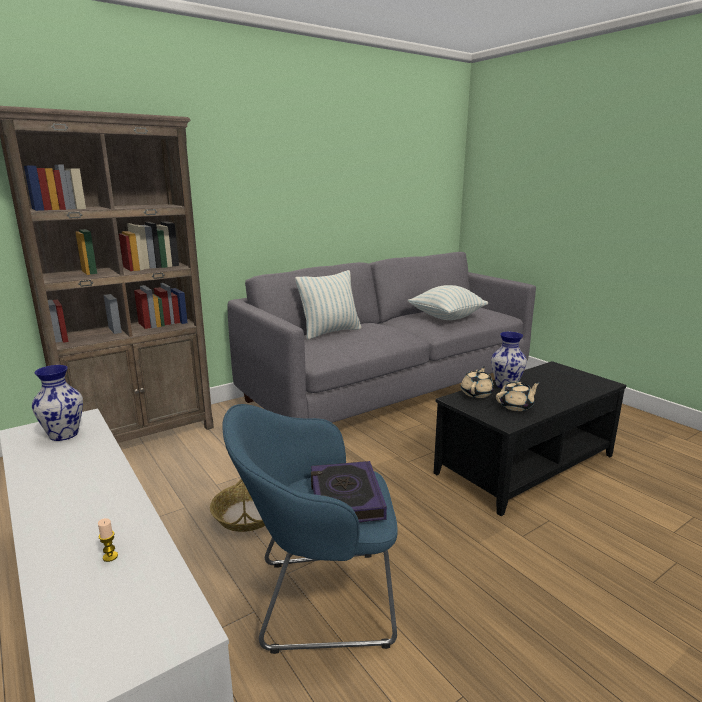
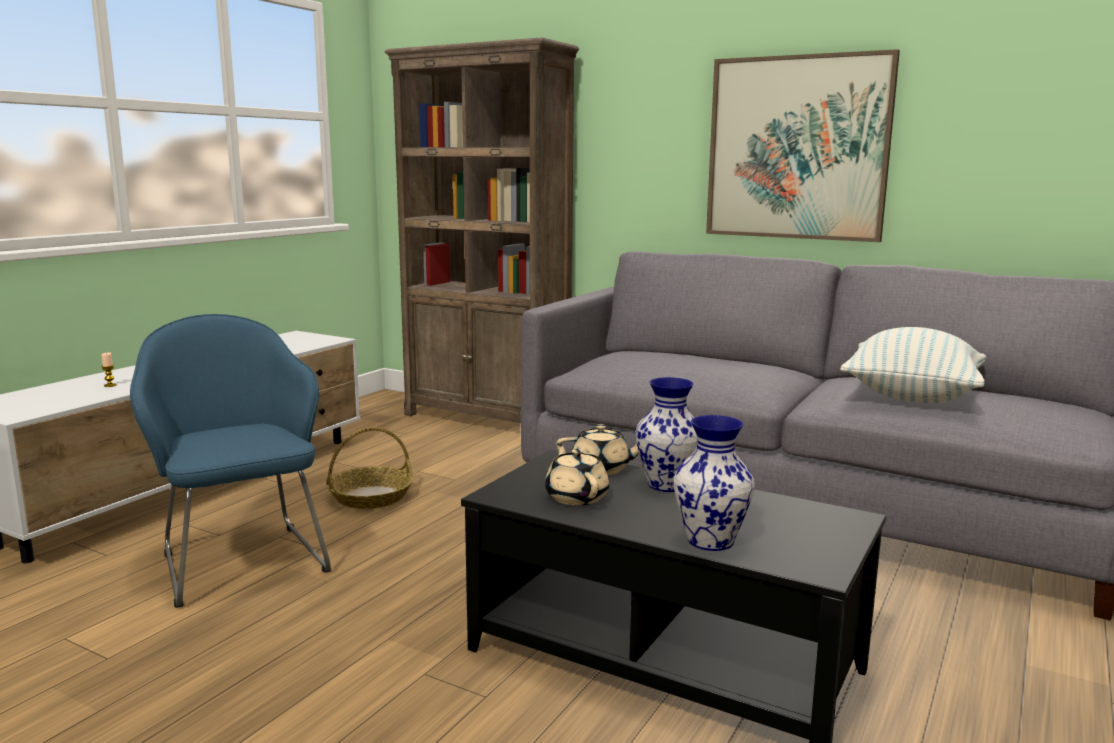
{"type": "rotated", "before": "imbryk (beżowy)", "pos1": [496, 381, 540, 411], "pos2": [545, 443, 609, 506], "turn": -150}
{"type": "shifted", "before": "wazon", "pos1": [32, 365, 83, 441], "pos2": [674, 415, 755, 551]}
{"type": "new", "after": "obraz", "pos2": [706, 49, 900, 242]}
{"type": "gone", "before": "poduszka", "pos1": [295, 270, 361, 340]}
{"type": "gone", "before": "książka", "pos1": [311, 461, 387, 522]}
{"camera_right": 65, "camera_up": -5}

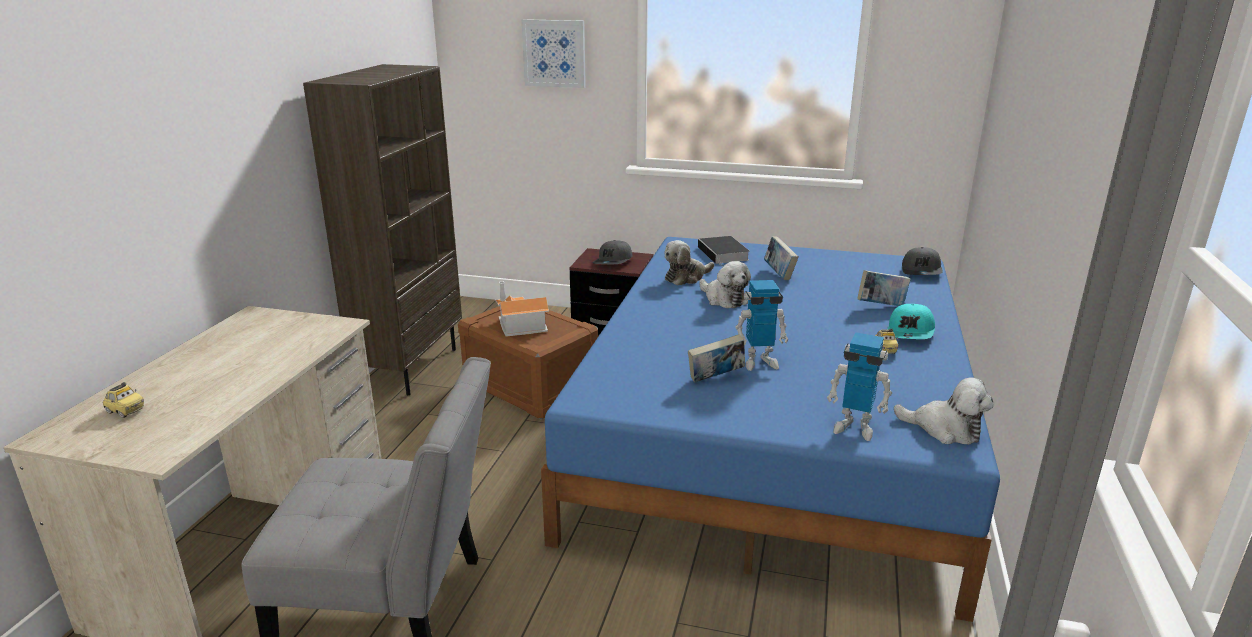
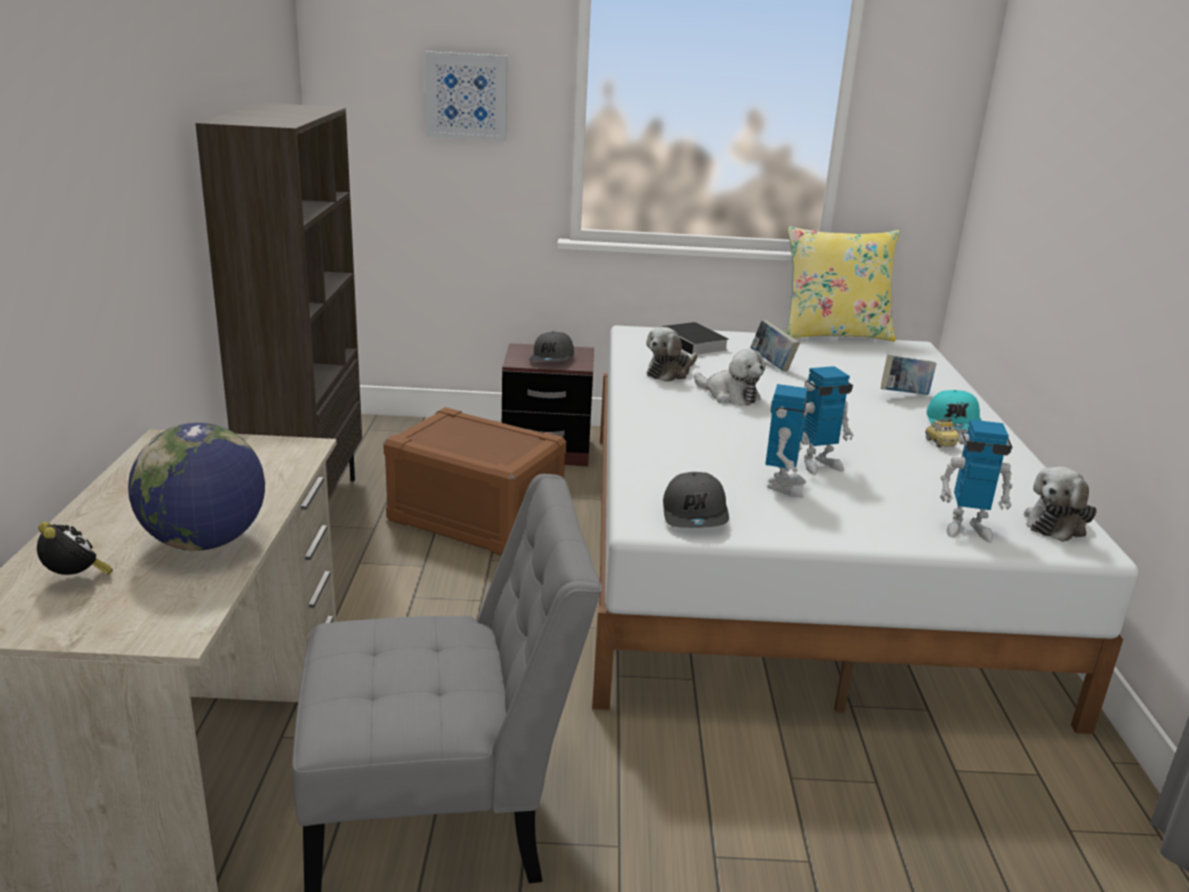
{"type": "swapped", "before": "samochodzik", "after": "budzik", "pos1": [103, 382, 144, 418], "pos2": [37, 522, 113, 575]}
{"type": "new", "after": "globus", "pos2": [128, 423, 265, 551]}
{"type": "repainted", "before": "łóżko (niebieski)", "after": "łóżko (biały)", "pos1": [541, 237, 1000, 622], "pos2": [592, 325, 1139, 734]}
{"type": "shifted", "before": "czapka z daszkiem (szary)", "pos1": [902, 247, 943, 275], "pos2": [663, 472, 729, 528]}
{"type": "swapped", "before": "książka", "after": "robot zabawkowy", "pos1": [688, 334, 745, 383], "pos2": [766, 384, 807, 498]}
{"type": "new", "after": "poduszka (żółty)", "pos2": [785, 226, 900, 341]}
{"type": "rotated", "before": "pluszak", "pos1": [894, 378, 994, 445], "pos2": [1024, 467, 1097, 542], "turn": 120}
{"type": "gone", "before": "domek", "pos1": [496, 281, 549, 337]}
{"camera_right": -15, "camera_up": 0}

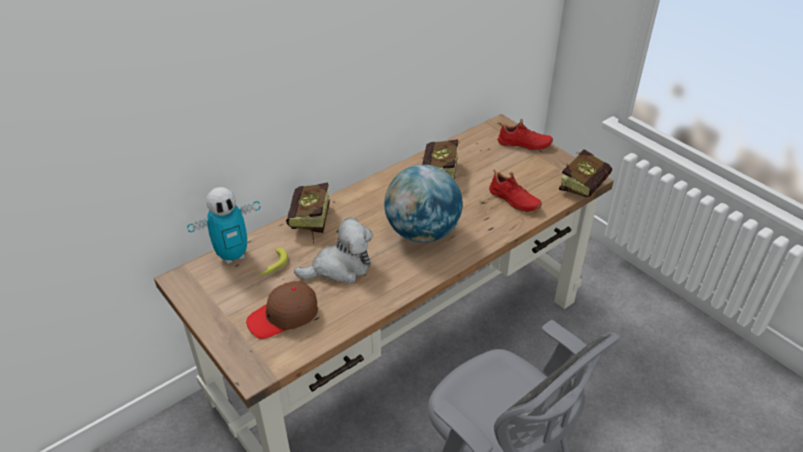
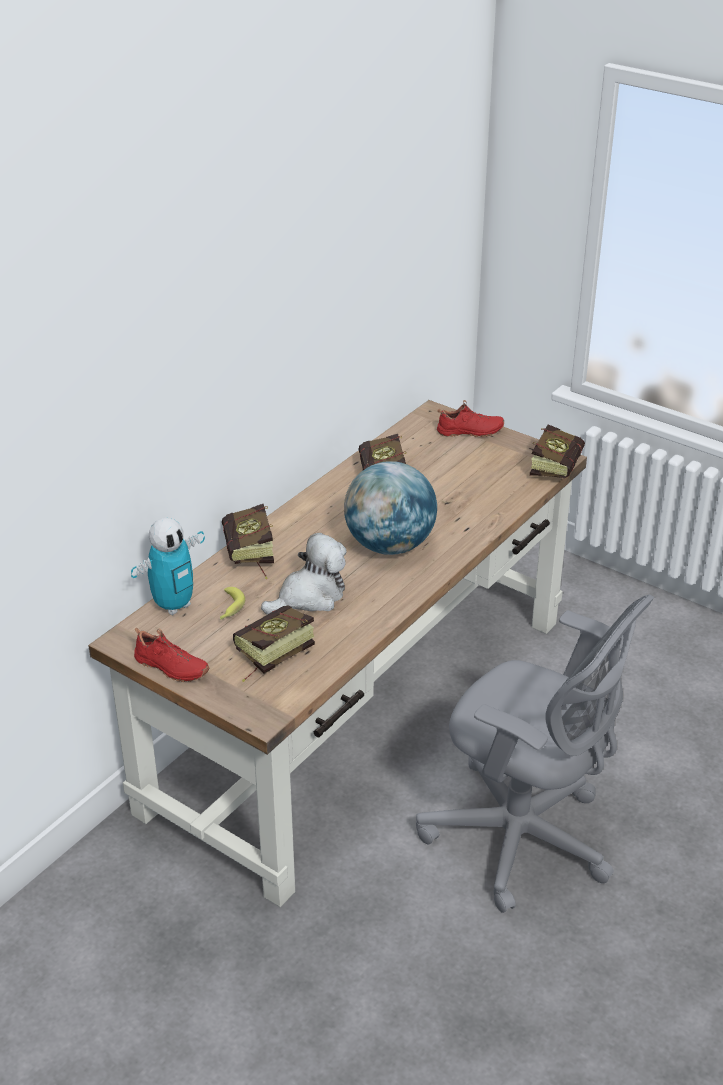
{"type": "shifted", "before": "but (czerwony)", "pos1": [489, 169, 542, 212], "pos2": [134, 627, 210, 682]}
{"type": "swapped", "before": "czapka z daszkiem (brązowy)", "after": "książka", "pos1": [246, 281, 318, 339], "pos2": [233, 605, 315, 682]}
{"camera_right": -15, "camera_up": -5}

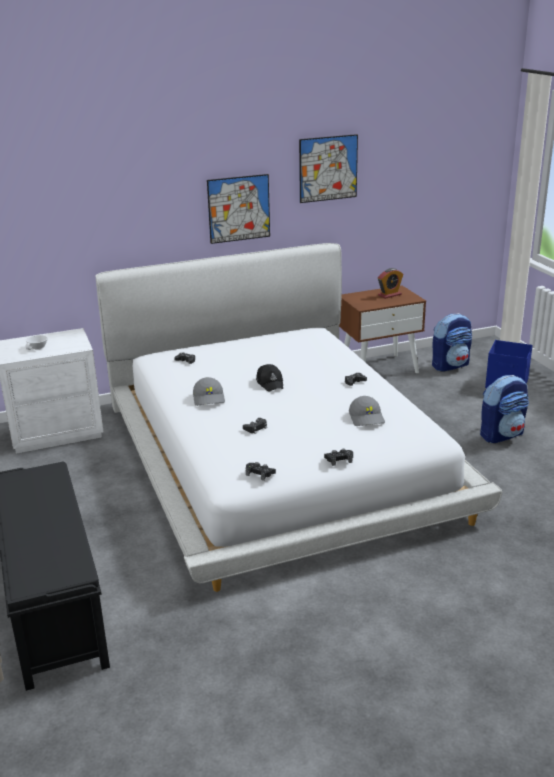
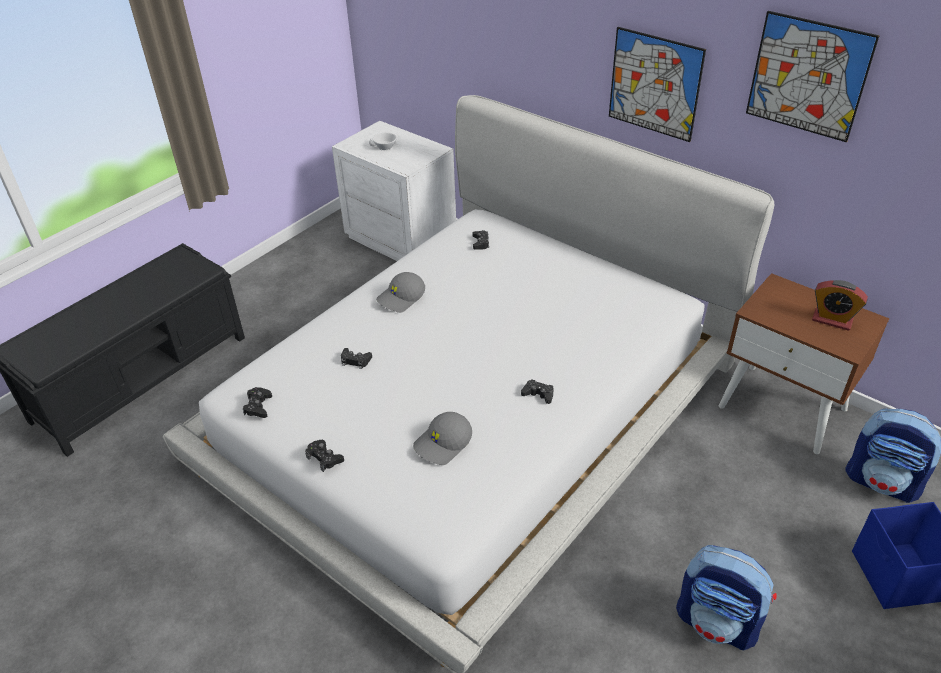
{"type": "gone", "before": "czapka z daszkiem (czarny)", "pos1": [256, 364, 283, 392]}
{"camera_right": 60, "camera_up": 15}

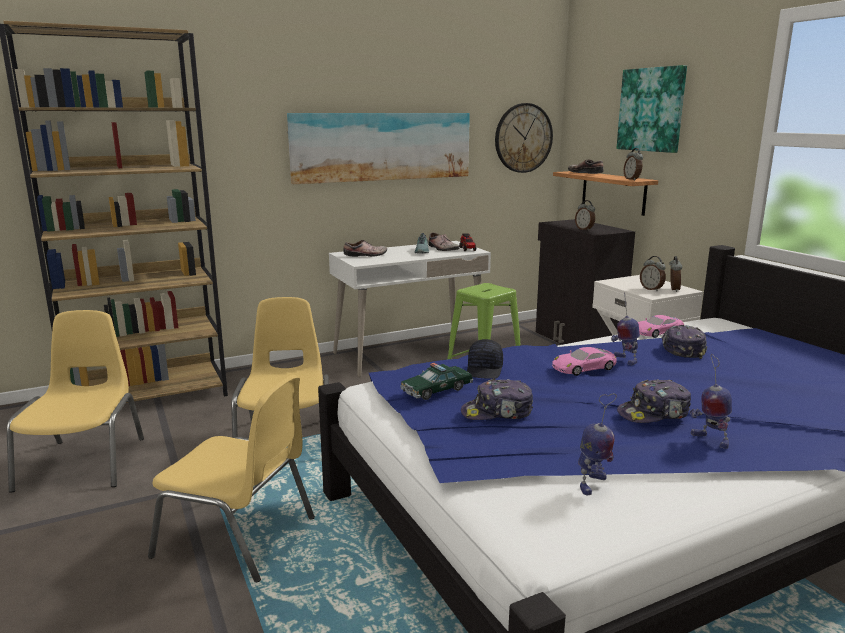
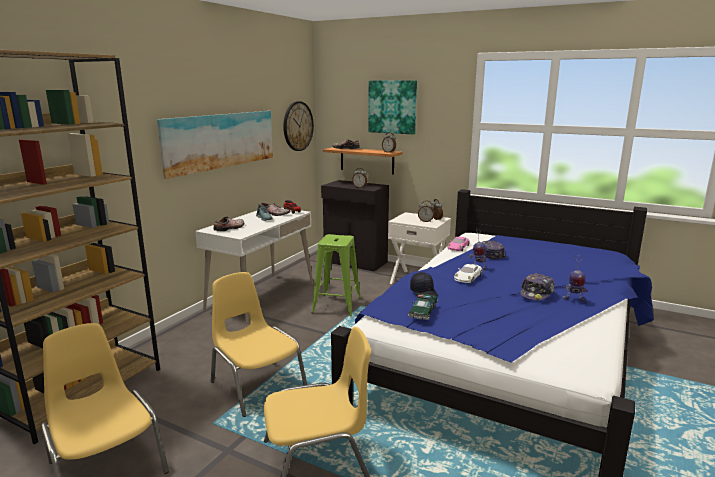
{"type": "repainted", "before": "samochodzik (różowy)", "after": "samochodzik (biały)", "pos1": [552, 347, 617, 376], "pos2": [454, 264, 482, 283]}
{"type": "gone", "before": "czapka z daszkiem", "pos1": [461, 379, 533, 420]}
{"type": "gone", "before": "robot zabawkowy", "pos1": [578, 393, 617, 495]}
{"camera_right": -35, "camera_up": 0}

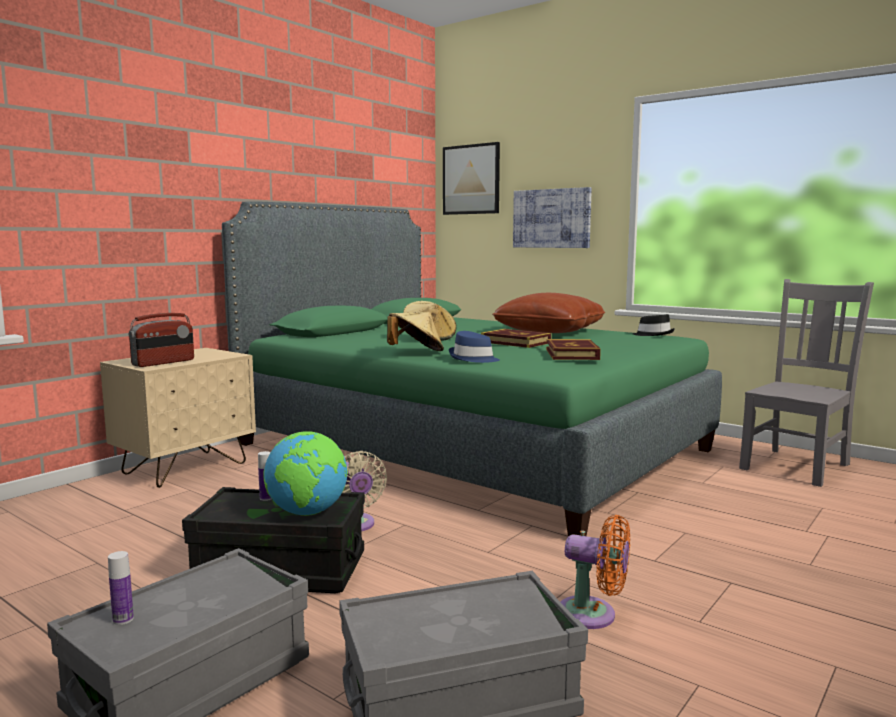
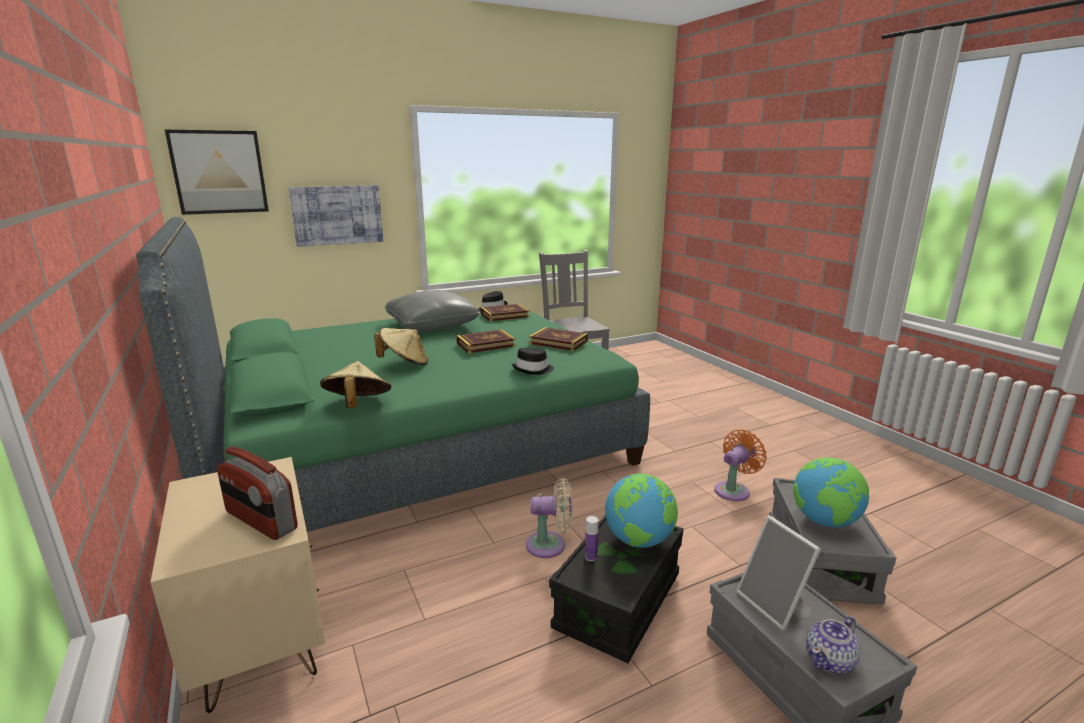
{"type": "rotated", "before": "radio", "pos1": [128, 313, 194, 367], "pos2": [217, 446, 298, 540], "turn": 150}
{"type": "shifted", "before": "kapelusz (beżowy)", "pos1": [387, 312, 444, 351], "pos2": [320, 361, 391, 408]}
{"type": "repainted", "before": "poduszka (brązowy)", "after": "poduszka (szary)", "pos1": [492, 293, 605, 333], "pos2": [385, 290, 481, 331]}
{"type": "new", "after": "książka", "pos2": [481, 304, 529, 322]}
{"type": "repainted", "before": "kapelusz (niebieski)", "after": "kapelusz (czarny)", "pos1": [449, 331, 499, 363], "pos2": [512, 348, 554, 375]}
{"type": "new", "after": "ramka na zdjęcie", "pos2": [736, 516, 821, 630]}
{"type": "new", "after": "globus", "pos2": [793, 457, 869, 527]}
{"type": "swapped", "before": "butelka", "after": "imbryk", "pos1": [108, 551, 134, 625], "pos2": [806, 616, 860, 674]}
{"camera_right": -65, "camera_up": 10}

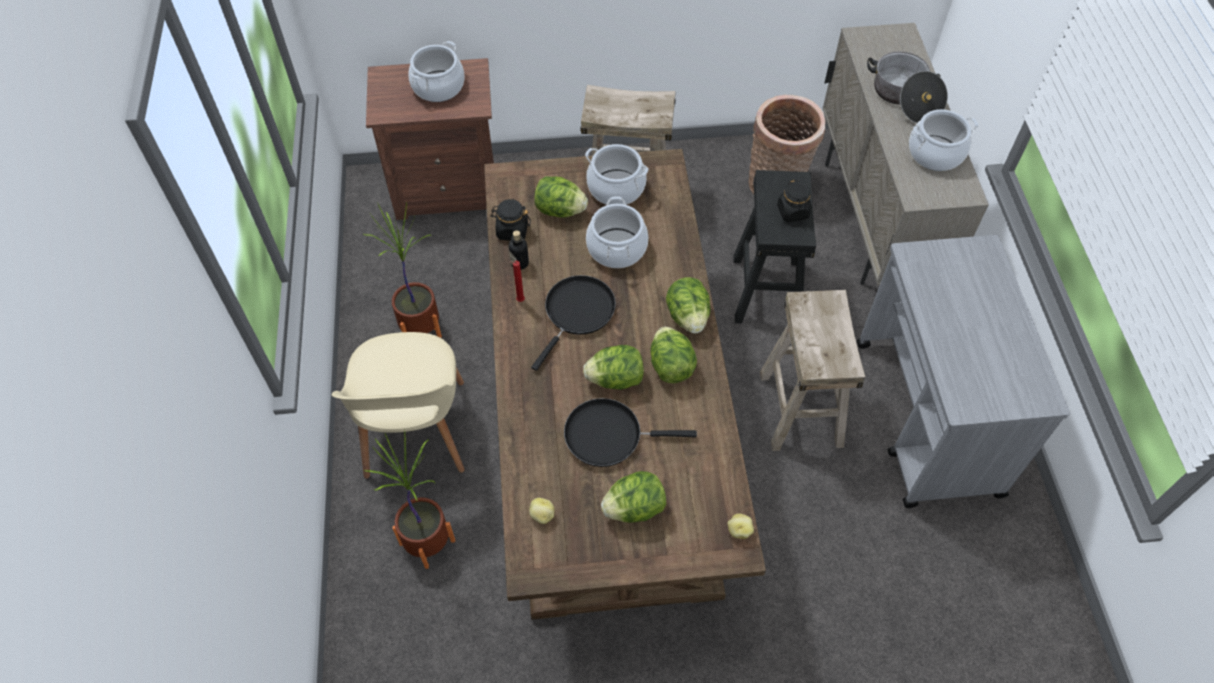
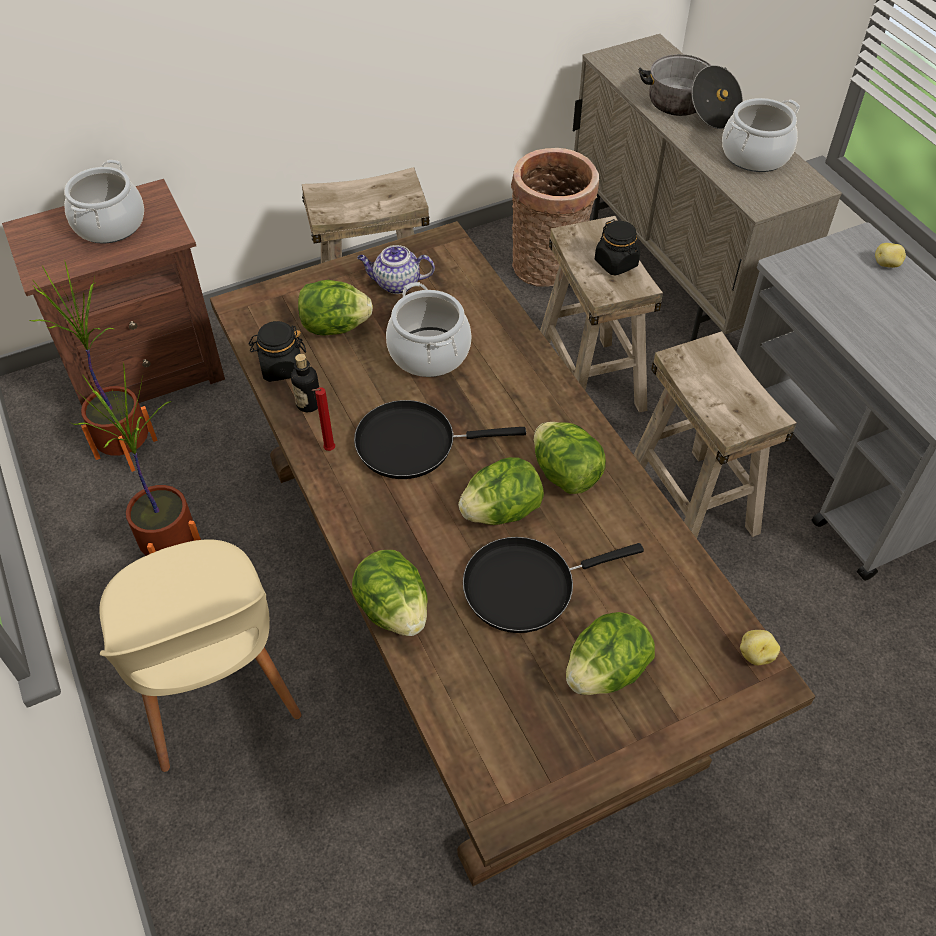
{"type": "shifted", "before": "roślina doniczkowa", "pos1": [364, 430, 455, 569], "pos2": [30, 259, 158, 472]}
{"type": "shifted", "before": "sałata", "pos1": [666, 277, 710, 333], "pos2": [352, 550, 428, 636]}
{"type": "rotated", "before": "patelnia (czarny)", "pos1": [531, 275, 616, 371], "pos2": [354, 400, 526, 479], "turn": -105}
{"type": "swapped", "before": "garnek", "after": "imbryk", "pos1": [585, 144, 648, 205], "pos2": [357, 245, 435, 294]}
{"type": "repainted", "before": "stołek (czarny)", "after": "stołek (beżowy)", "pos1": [733, 170, 816, 323], "pos2": [540, 216, 663, 413]}
{"type": "shifted", "before": "ziemniak", "pos1": [529, 498, 554, 524], "pos2": [875, 243, 906, 268]}
{"camera_right": -20, "camera_up": -5}

